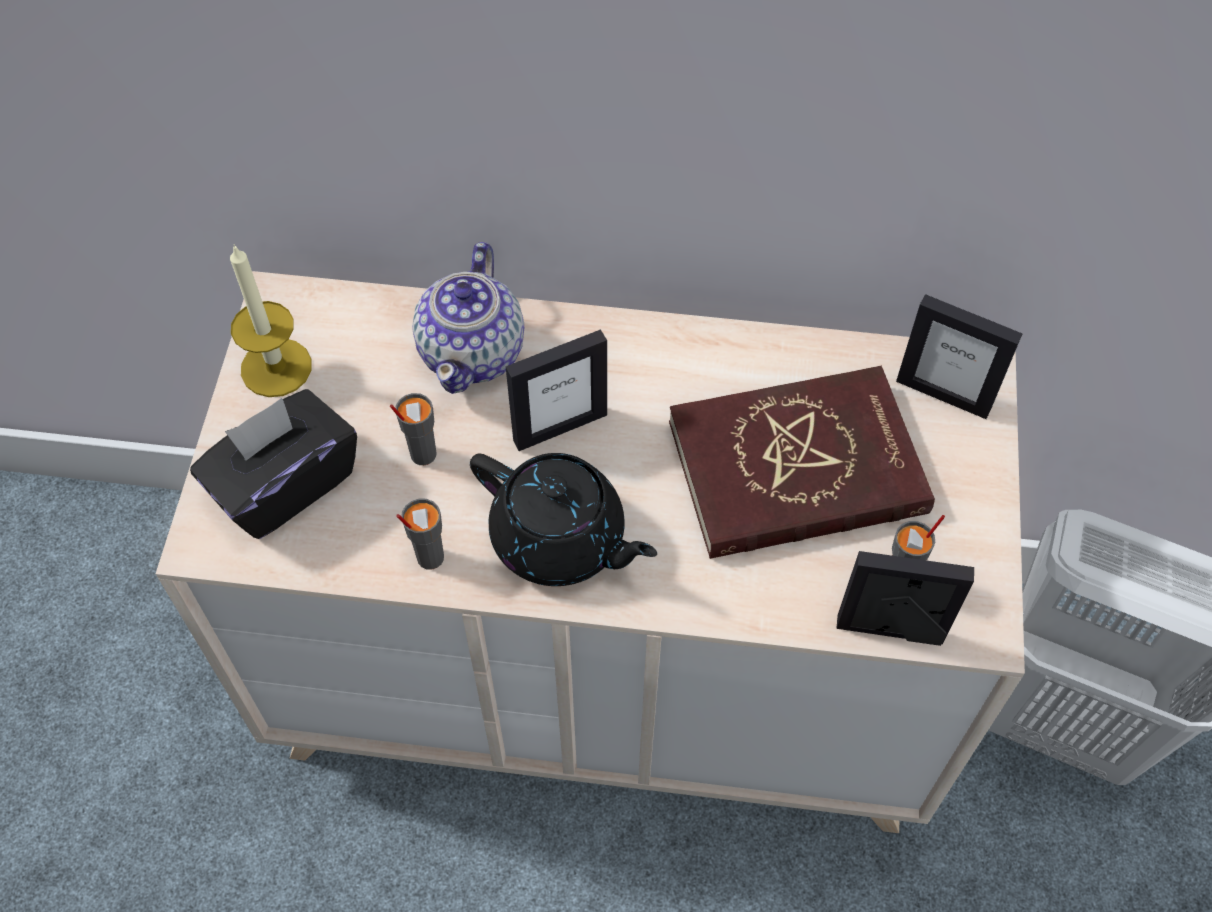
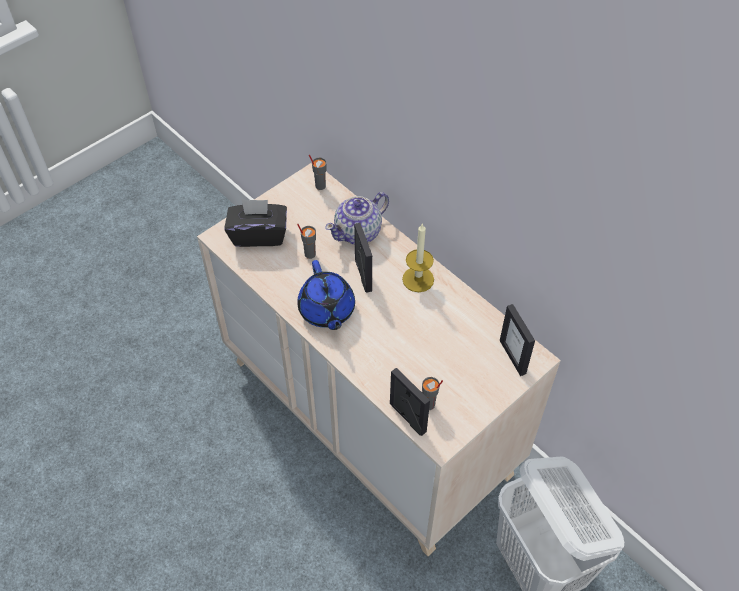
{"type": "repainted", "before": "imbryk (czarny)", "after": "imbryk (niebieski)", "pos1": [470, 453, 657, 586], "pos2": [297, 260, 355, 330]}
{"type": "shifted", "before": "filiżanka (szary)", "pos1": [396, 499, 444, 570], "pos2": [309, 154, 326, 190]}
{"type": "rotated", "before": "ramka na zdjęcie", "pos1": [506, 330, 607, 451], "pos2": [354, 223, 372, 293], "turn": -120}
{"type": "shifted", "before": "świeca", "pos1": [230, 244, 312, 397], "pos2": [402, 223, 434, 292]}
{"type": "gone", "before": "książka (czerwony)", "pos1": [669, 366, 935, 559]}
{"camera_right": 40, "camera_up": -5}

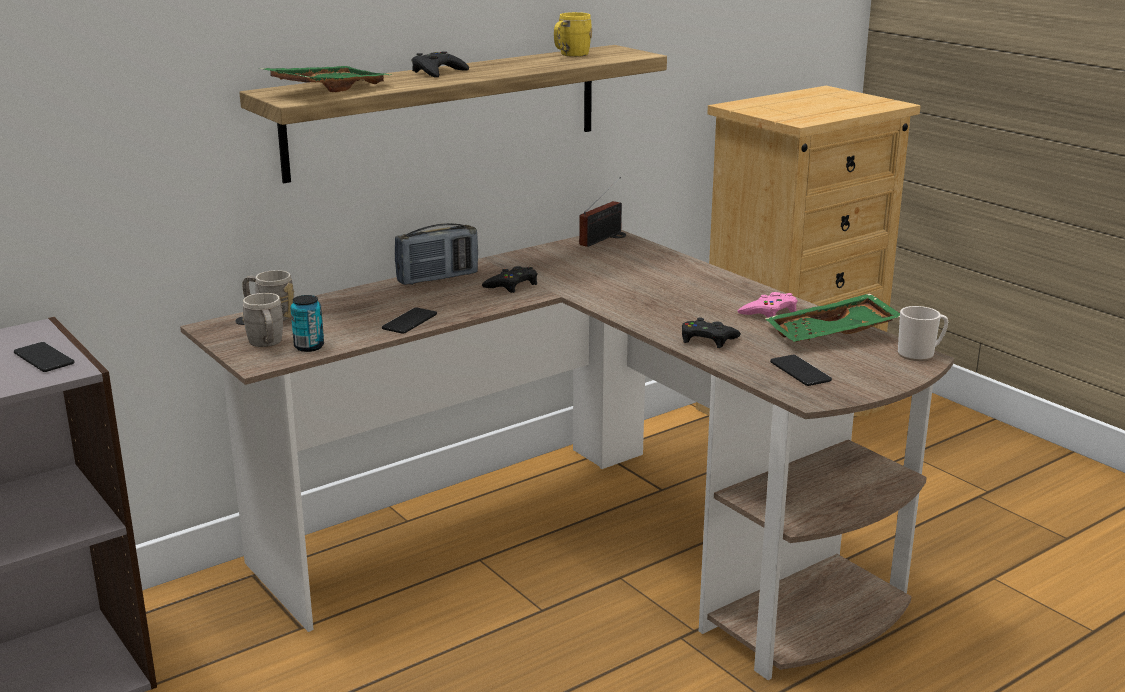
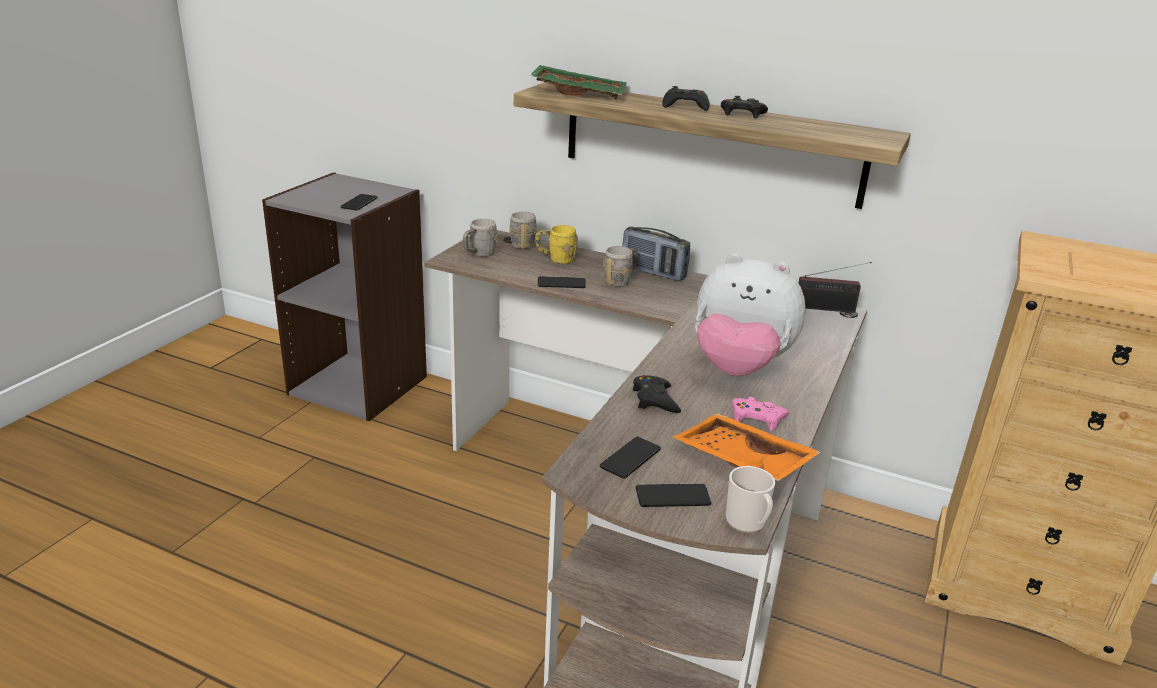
{"type": "shifted", "before": "kubek (żółty)", "pos1": [554, 12, 592, 57], "pos2": [536, 225, 578, 264]}
{"type": "new", "after": "kubek (szary)", "pos2": [603, 246, 638, 287]}
{"type": "new", "after": "telefon", "pos2": [636, 483, 711, 507]}
{"type": "repainted", "before": "taca (zielony)", "after": "taca (pomarańczowy)", "pos1": [765, 293, 900, 342], "pos2": [672, 414, 821, 481]}
{"type": "new", "after": "pluszak", "pos2": [695, 253, 806, 376]}
{"type": "shifted", "before": "pad do gier (czarny)", "pos1": [482, 266, 538, 293], "pos2": [721, 96, 768, 118]}
{"type": "gone", "before": "puszka", "pos1": [290, 295, 324, 352]}
{"camera_right": 60, "camera_up": 5}

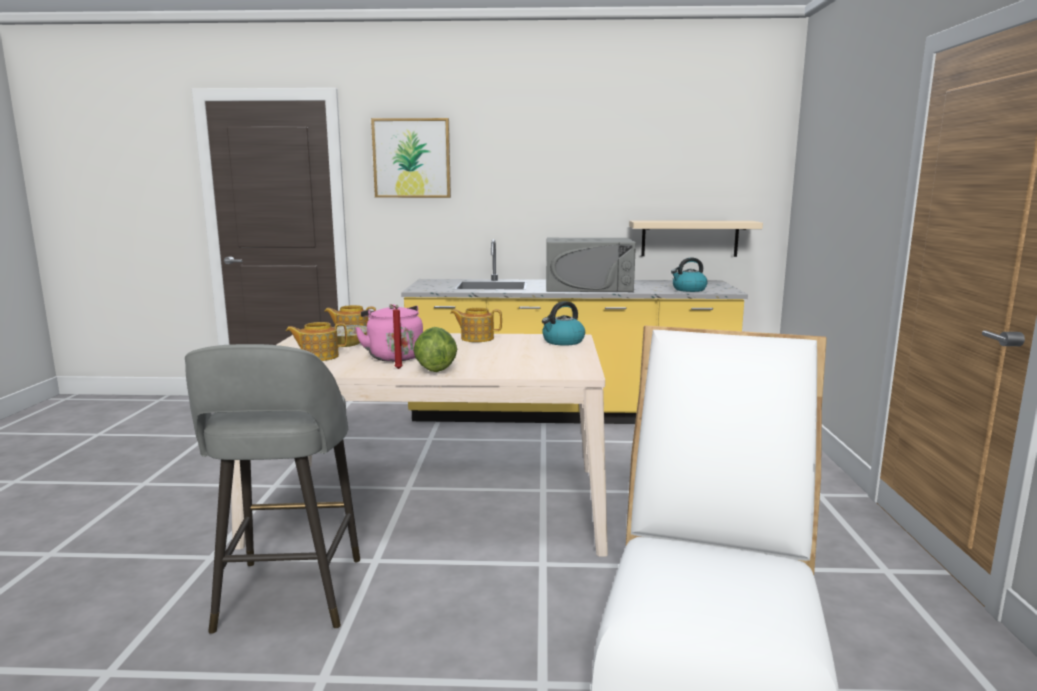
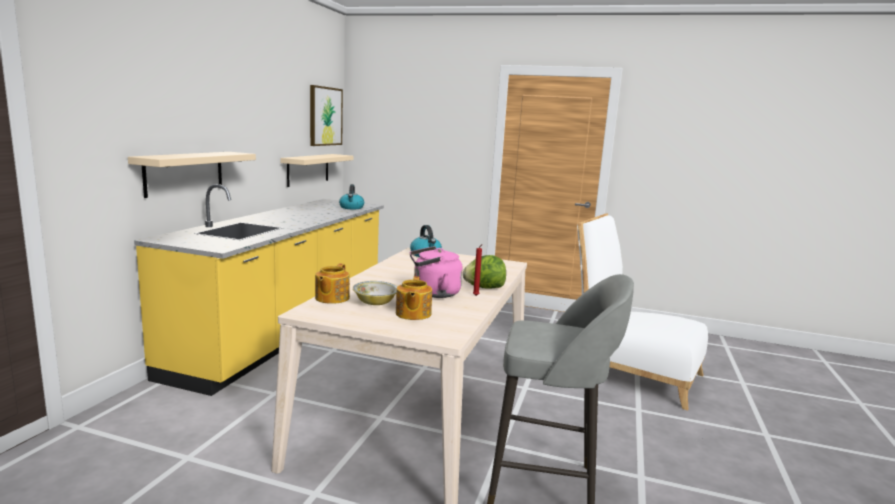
{"type": "new", "after": "półka (beżowy)", "pos2": [128, 152, 256, 198]}
{"type": "shifted", "before": "obraz", "pos1": [371, 118, 451, 198], "pos2": [310, 85, 343, 146]}
{"type": "gone", "before": "imbryk", "pos1": [450, 308, 502, 342]}
{"type": "gone", "before": "mikrofalówka (szary)", "pos1": [546, 238, 636, 292]}
{"camera_right": -75, "camera_up": 0}

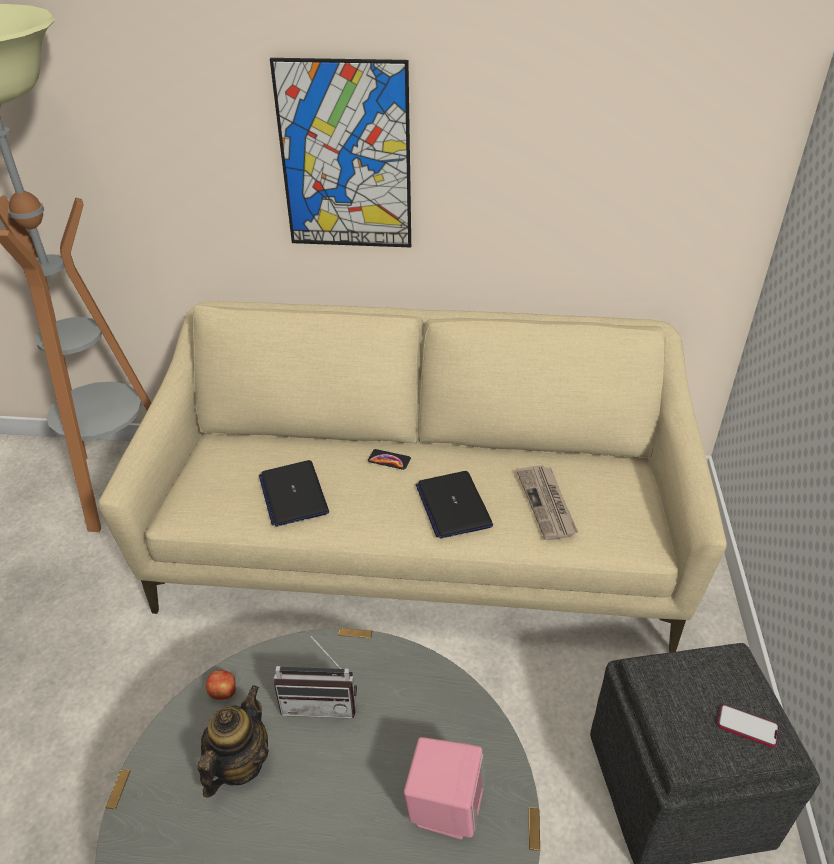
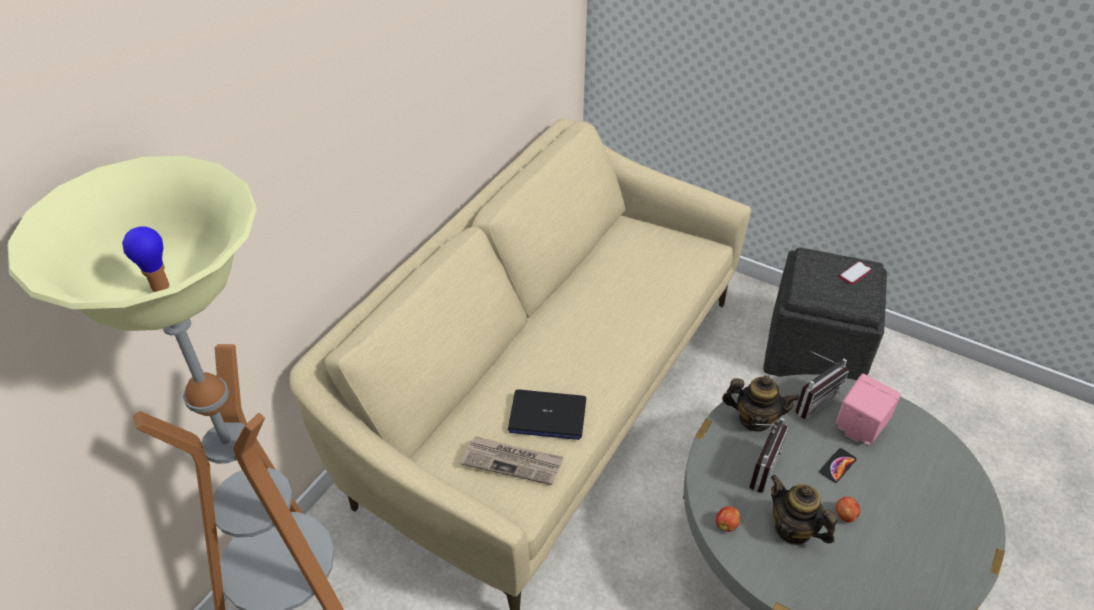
{"type": "shifted", "before": "gazeta", "pos1": [517, 465, 578, 540], "pos2": [460, 436, 563, 485]}
{"type": "new", "after": "imbryk", "pos2": [722, 376, 800, 432]}
{"type": "new", "after": "radio", "pos2": [795, 351, 849, 419]}
{"type": "shifted", "before": "telefon", "pos1": [368, 449, 411, 470], "pos2": [819, 448, 857, 483]}
{"type": "new", "after": "jabłko", "pos2": [835, 496, 860, 523]}
{"type": "gone", "before": "obraz", "pos1": [270, 58, 411, 247]}
{"type": "gone", "before": "laptop", "pos1": [416, 471, 493, 539]}
{"camera_right": -65, "camera_up": 5}

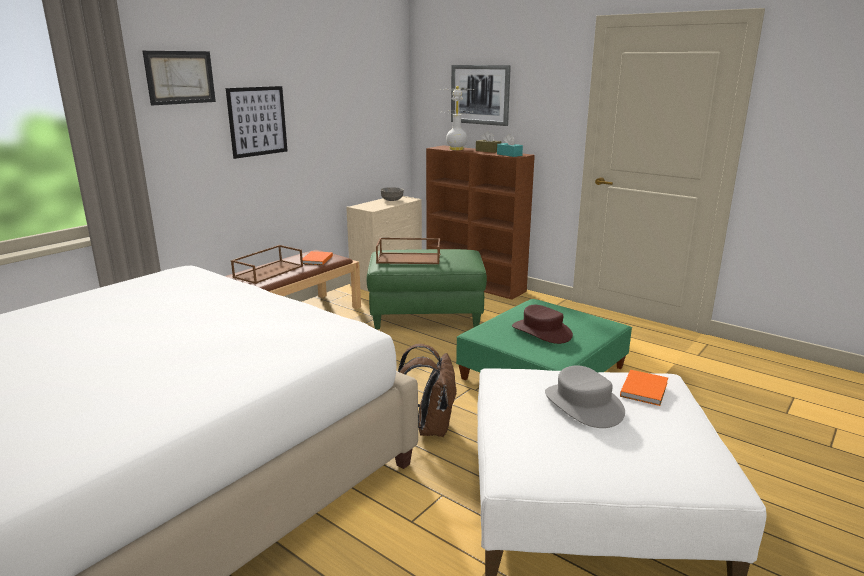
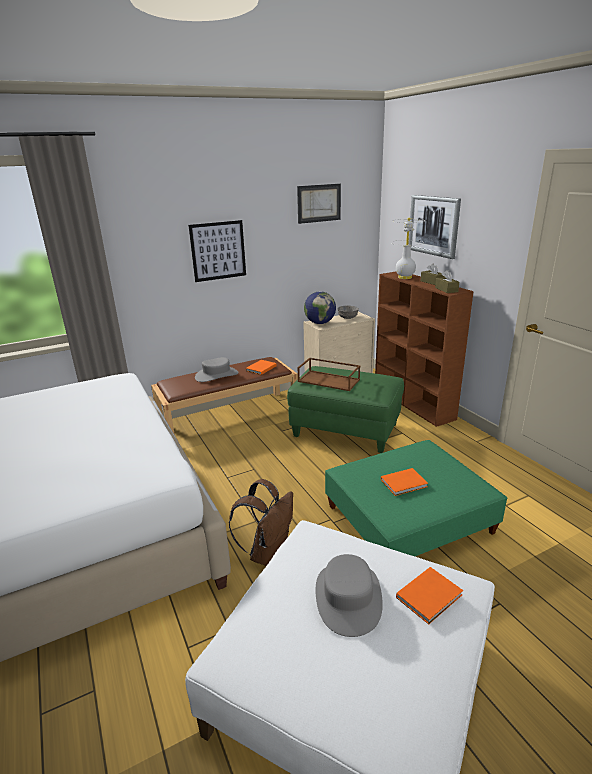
{"type": "swapped", "before": "taca (brązowy)", "after": "kapelusz (szary)", "pos1": [231, 245, 303, 284], "pos2": [195, 357, 238, 382]}
{"type": "shifted", "before": "obraz", "pos1": [143, 51, 216, 105], "pos2": [297, 184, 341, 224]}
{"type": "new", "after": "globus", "pos2": [304, 291, 336, 324]}
{"type": "swapped", "before": "kapelusz (brązowy)", "after": "książka (pomarańczowy)", "pos1": [512, 305, 573, 344], "pos2": [381, 468, 428, 496]}
{"type": "repainted", "before": "pudełko chusteczek (turkusowy)", "after": "pudełko chusteczek (brązowy)", "pos1": [497, 134, 523, 157], "pos2": [435, 270, 459, 293]}
{"camera_right": 25, "camera_up": 5}

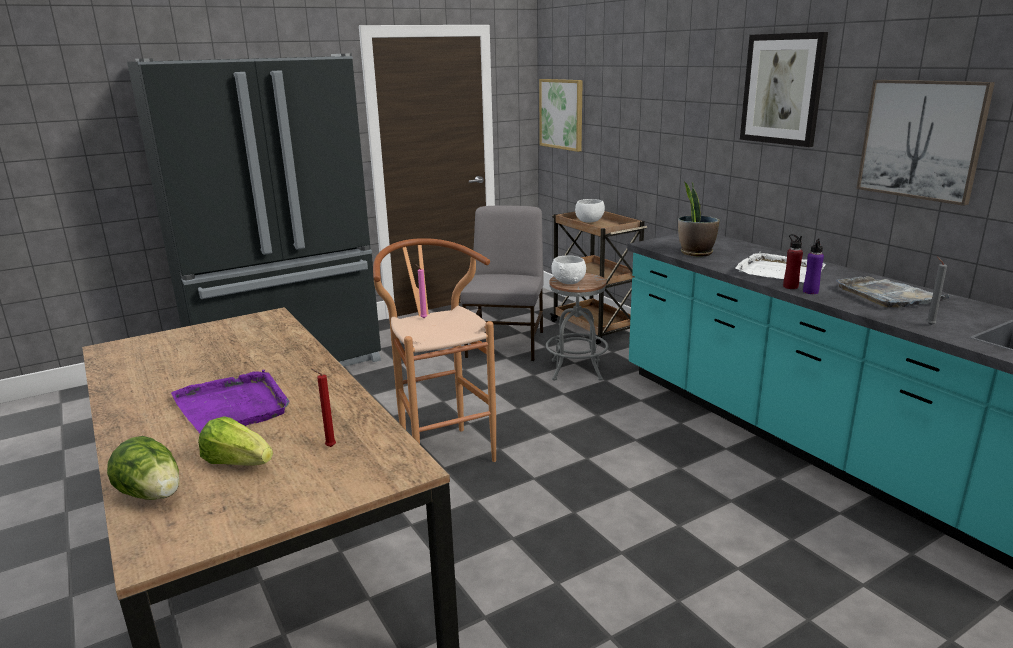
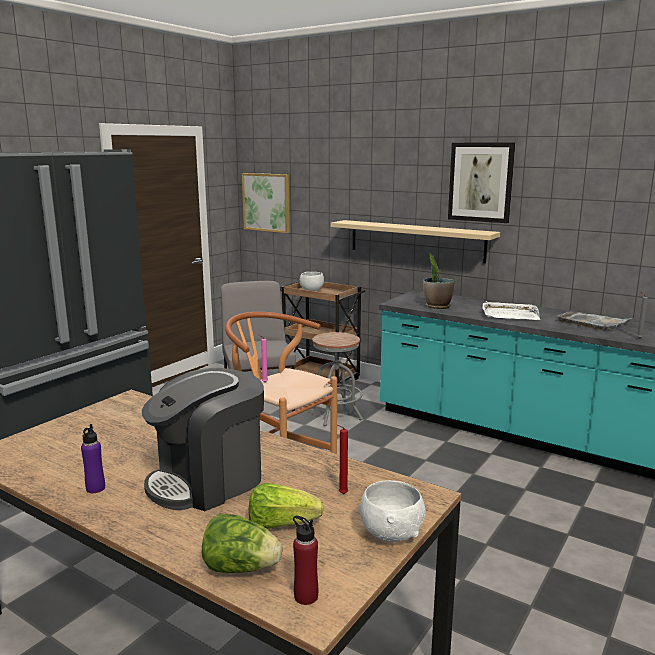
{"type": "shifted", "before": "butelka (fioletowy)", "pos1": [803, 238, 824, 294], "pos2": [81, 424, 105, 493]}
{"type": "swapped", "before": "taca (fioletowy)", "after": "ekspres do kawy", "pos1": [171, 370, 289, 433], "pos2": [142, 368, 264, 511]}
{"type": "shifted", "before": "butelka (czerwony)", "pos1": [783, 234, 803, 289], "pos2": [293, 516, 318, 605]}
{"type": "new", "after": "półka (beżowy)", "pos2": [331, 220, 500, 264]}
{"type": "shifted", "before": "miska (biały)", "pos1": [551, 255, 586, 284], "pos2": [360, 480, 425, 542]}
{"type": "gone", "before": "obraz", "pos1": [857, 80, 995, 206]}
{"camera_right": -25, "camera_up": -5}

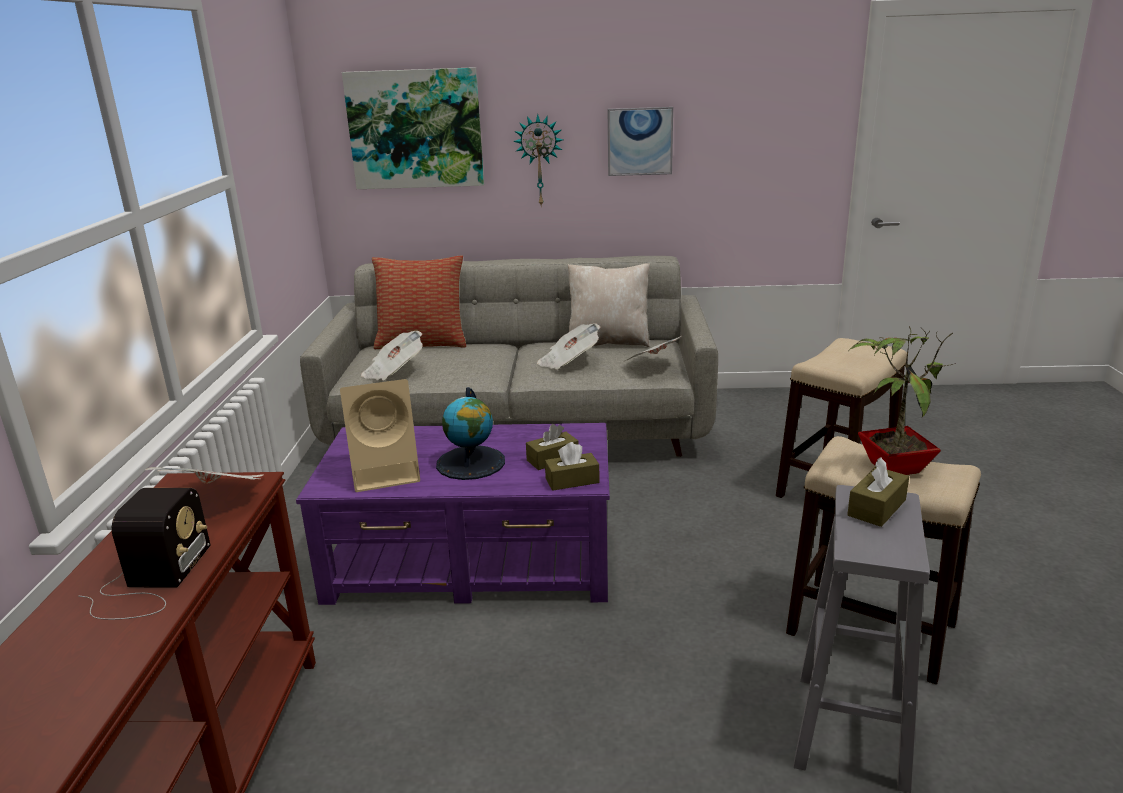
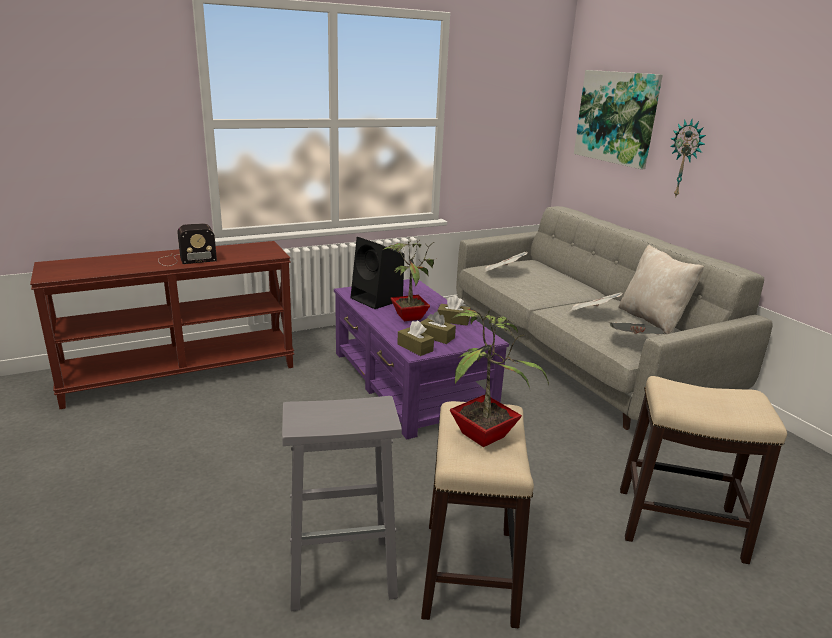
{"type": "repainted", "before": "głośnik (beżowy)", "after": "głośnik (czarny)", "pos1": [340, 379, 420, 492], "pos2": [351, 237, 405, 309]}
{"type": "swapped", "before": "globus", "after": "roślina doniczkowa", "pos1": [436, 387, 505, 480], "pos2": [383, 237, 434, 321]}
{"type": "shifted", "before": "pudełko chusteczek (brązowy)", "pos1": [847, 457, 909, 527], "pos2": [438, 296, 471, 326]}
{"type": "gone", "before": "gazeta", "pos1": [145, 467, 263, 484]}
{"type": "gone", "before": "poduszka", "pos1": [372, 255, 466, 349]}
{"type": "gone", "before": "obraz", "pos1": [608, 107, 673, 176]}
{"camera_right": 60, "camera_up": 0}

